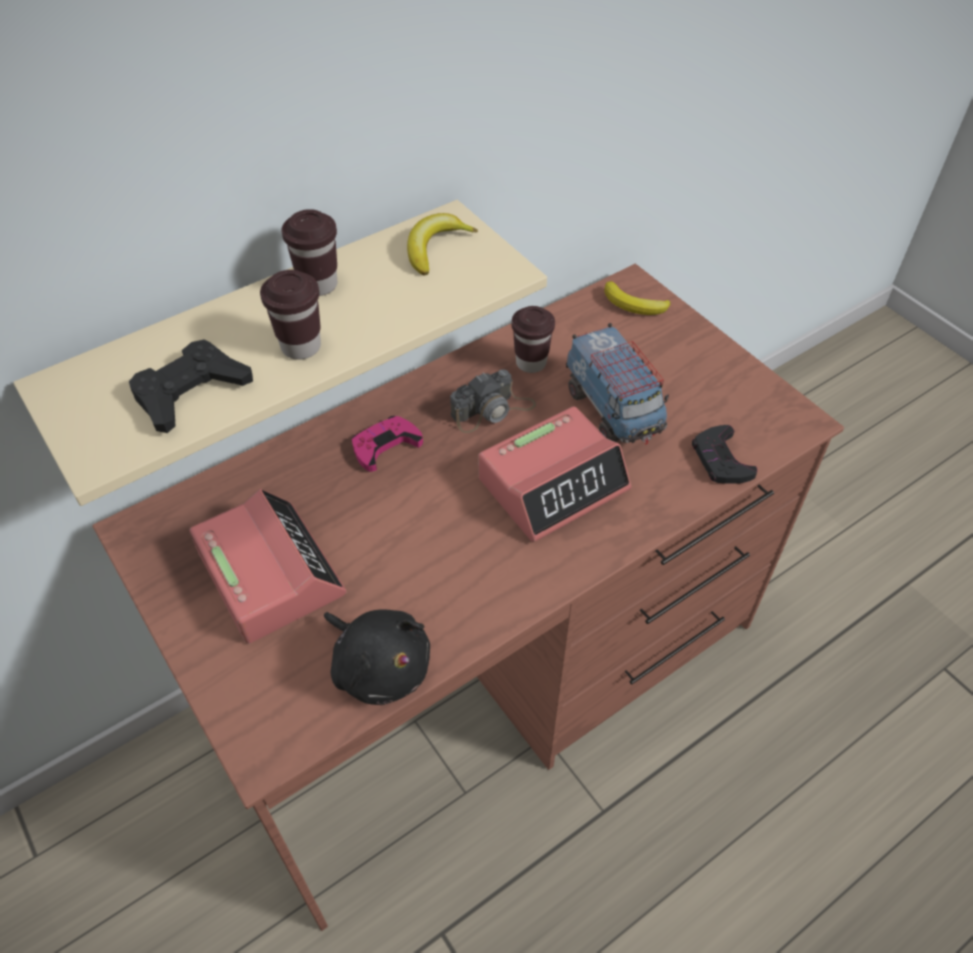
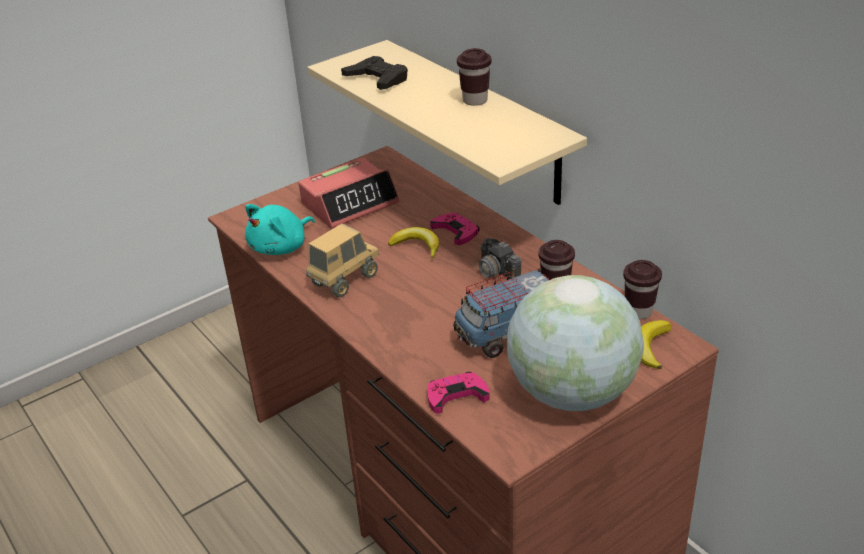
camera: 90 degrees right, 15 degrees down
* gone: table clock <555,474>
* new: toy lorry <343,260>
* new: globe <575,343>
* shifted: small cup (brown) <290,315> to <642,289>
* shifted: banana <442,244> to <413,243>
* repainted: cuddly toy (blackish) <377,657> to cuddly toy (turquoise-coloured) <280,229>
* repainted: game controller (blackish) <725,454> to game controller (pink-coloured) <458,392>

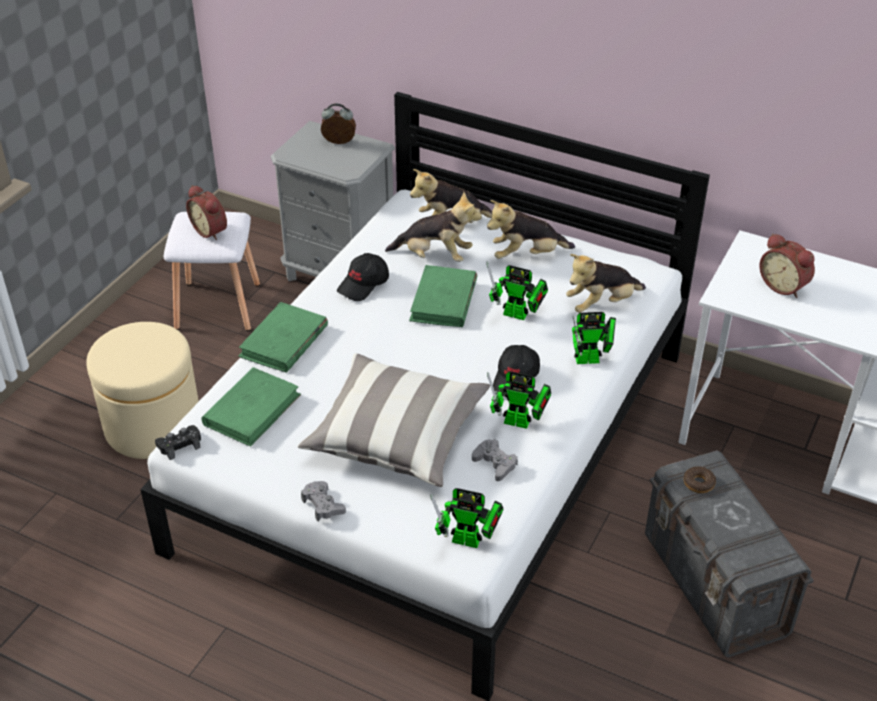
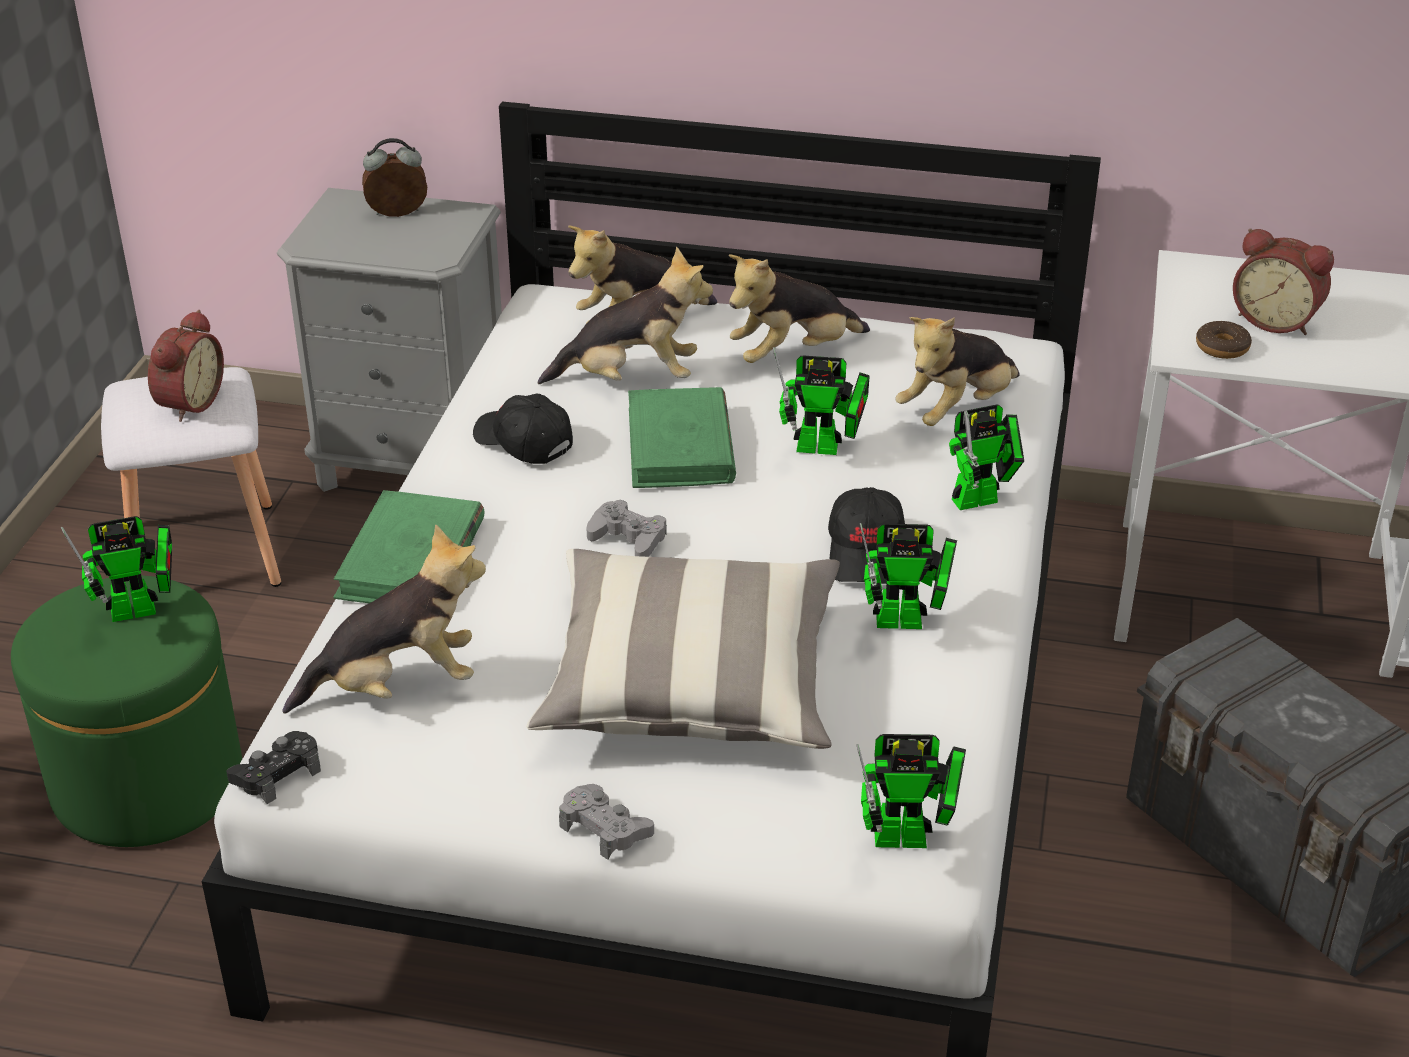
camera: 15 degrees left, 5 degrees down
* new: model robot <116,569>
* shifted: game controller (greyish) <495,460> to <626,528>
* shifted: doughnut <699,479> to <1224,340>
* swapped: bound book (greenish) <251,407> to cuddly toy <384,619>
* repainted: pouffe (beige-coloured) <142,390> to pouffe (greenish) <126,711>
* rotated: table clock <206,212> = <186,366> 105 degrees counterclockwise
* rotated: cap (blackish) <363,277> = <523,429> 105 degrees clockwise

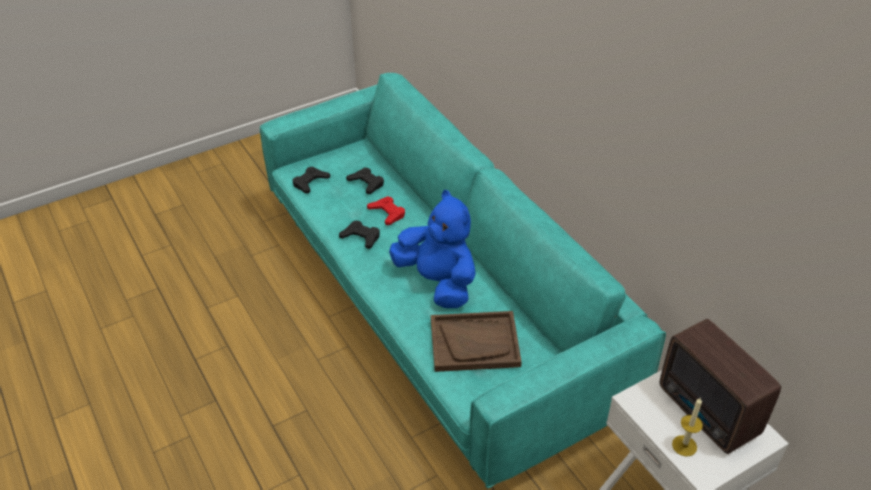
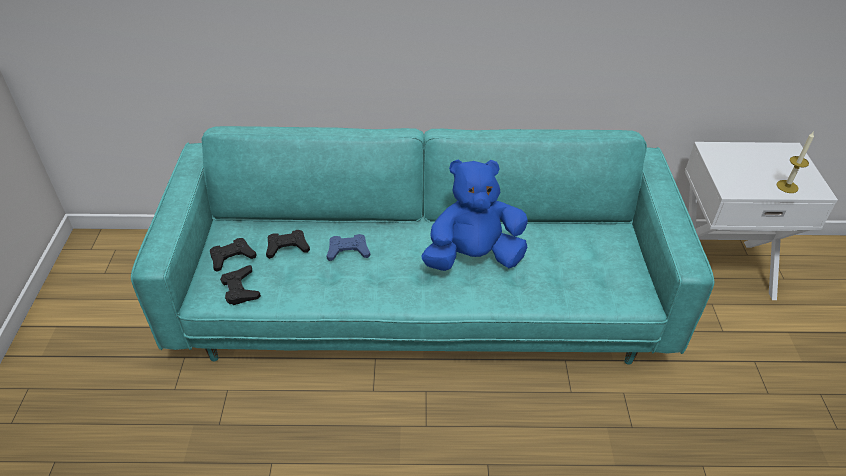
camera: 60 degrees left, 0 degrees up
* gone: tray (brown) <476,341>
* gone: radio receiver <720,386>
* shifted: game controller (blackish) <359,235> to <233,255>
* repainted: game controller (red-coloured) <386,210> to game controller (blue-coloured) <348,247>

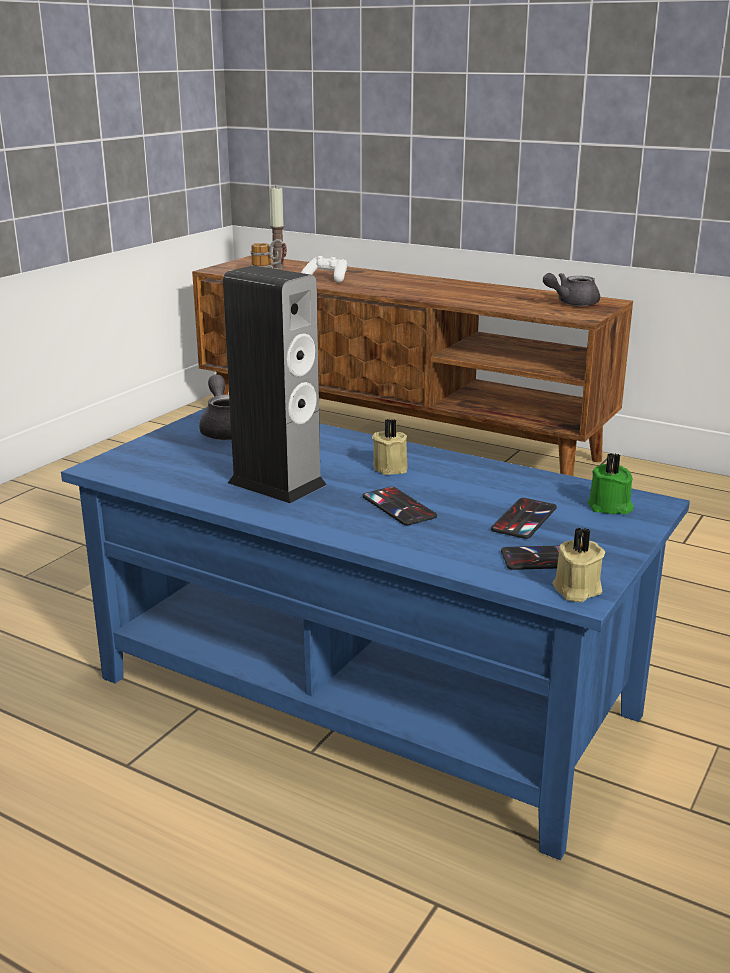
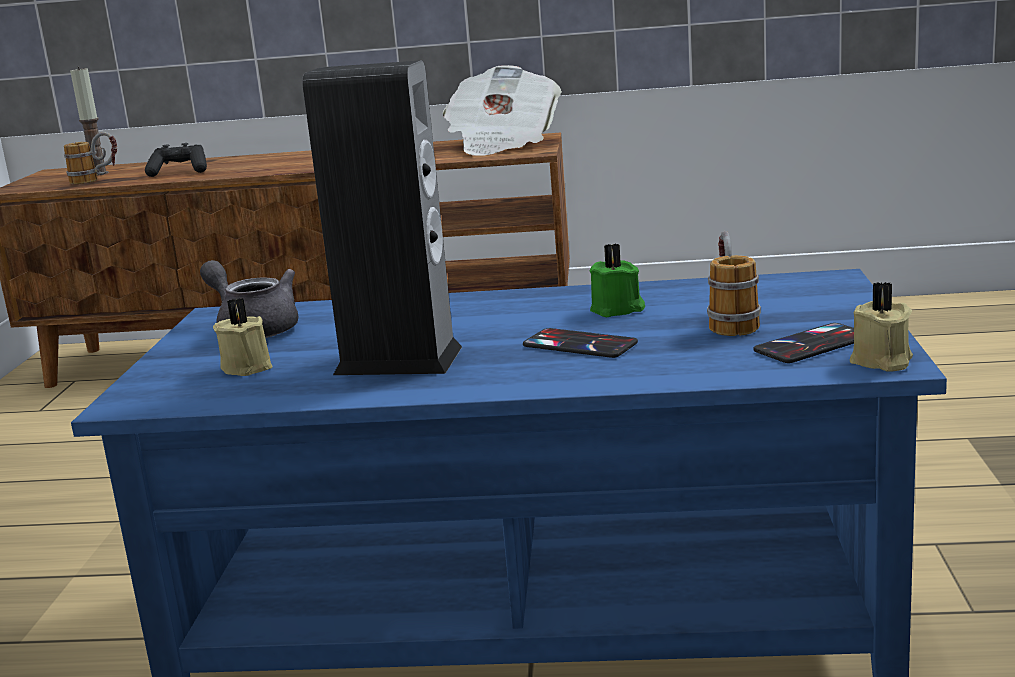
camera: 25 degrees left, 5 degrees down
* shifted: wax light (beige-coloured) <390,447> to <243,337>
* shifted: wax light (greenish) <611,483> to <617,280>
* swapped: telephone <524,518> to coffee mug <734,283>
* swapped: tea pot (greyish) <571,289> to printed paper <502,110>
* repainted: game controller (white) <324,269> to game controller (blackish) <176,160>

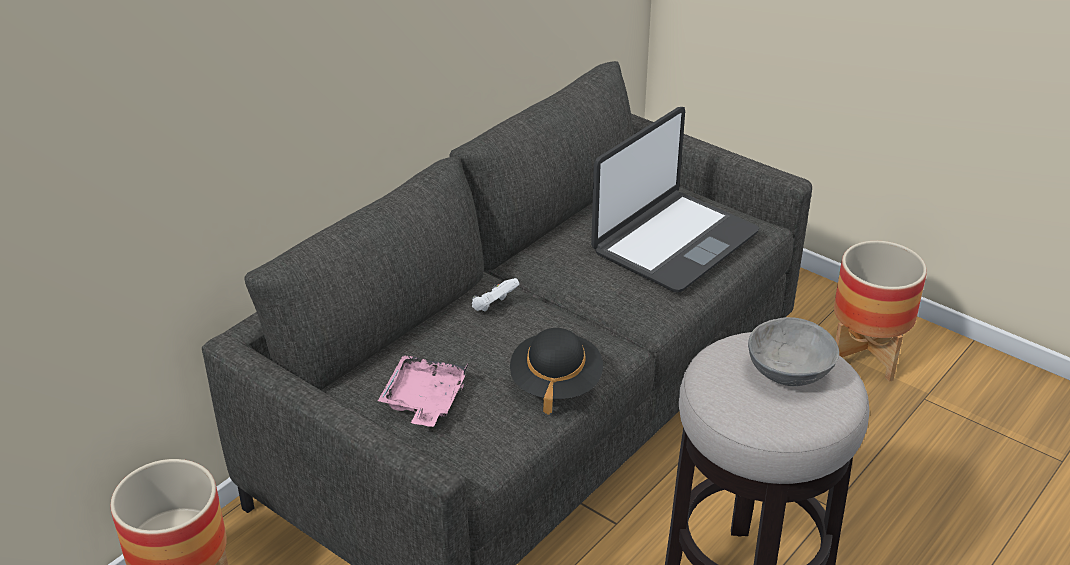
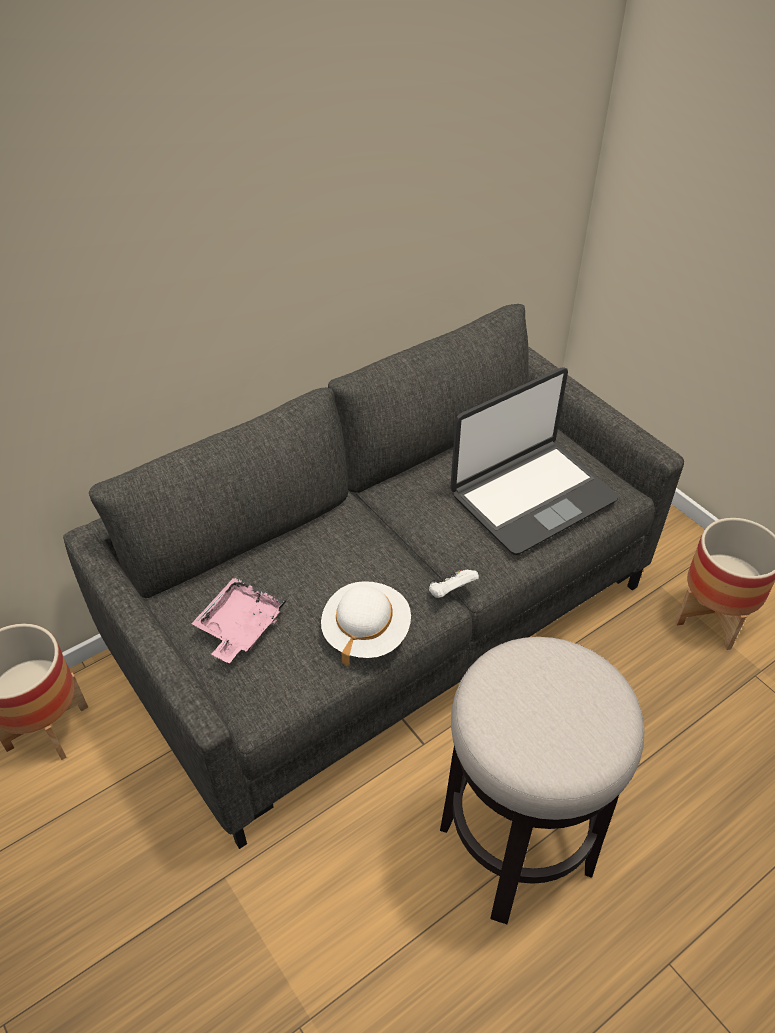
camera: 15 degrees right, 10 degrees up
* gone: deep dish (greyish) <793,351>
* shifted: game controller (white) <496,295> to <454,584>
* repainted: hat (blackish) <556,371> to hat (white) <366,623>

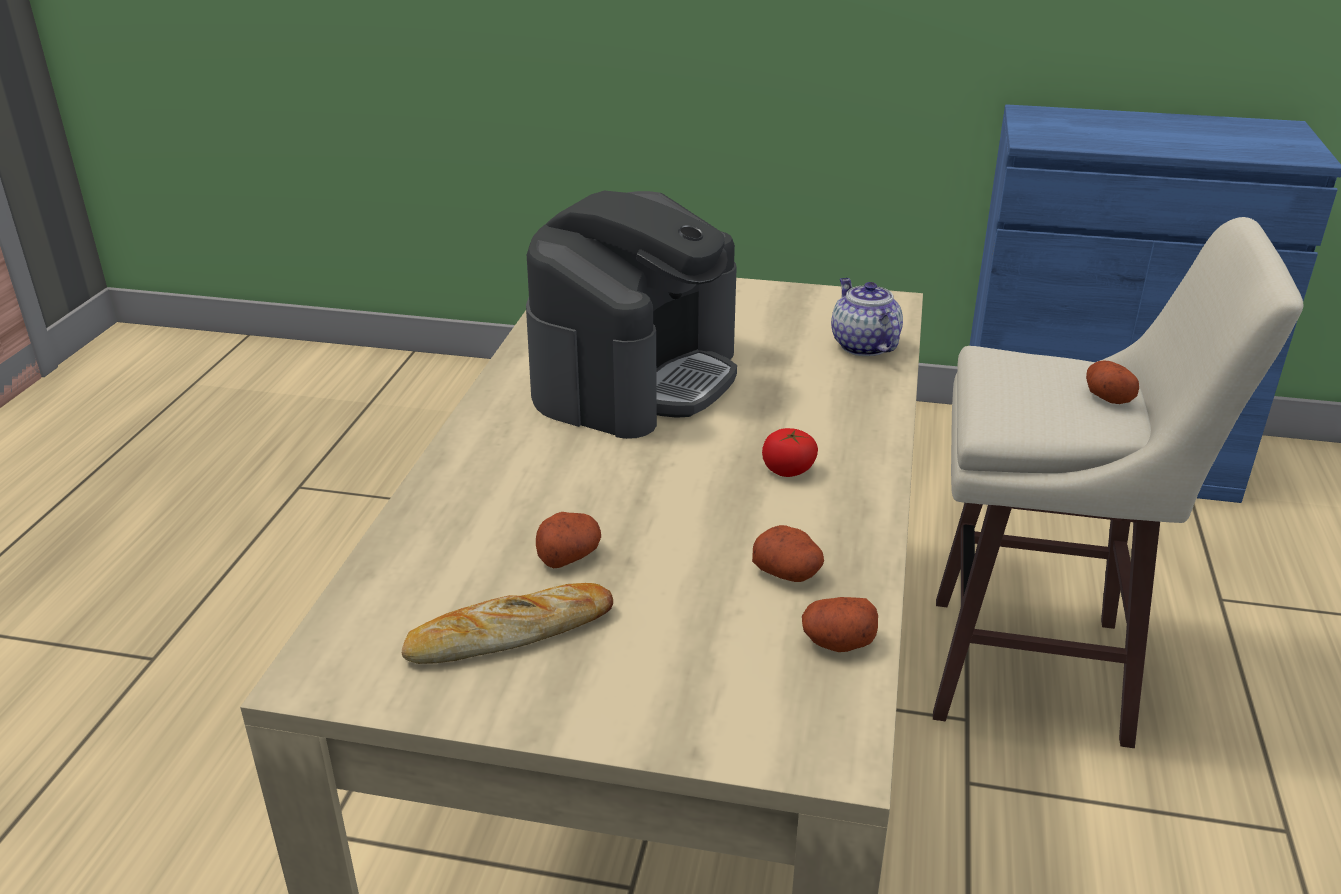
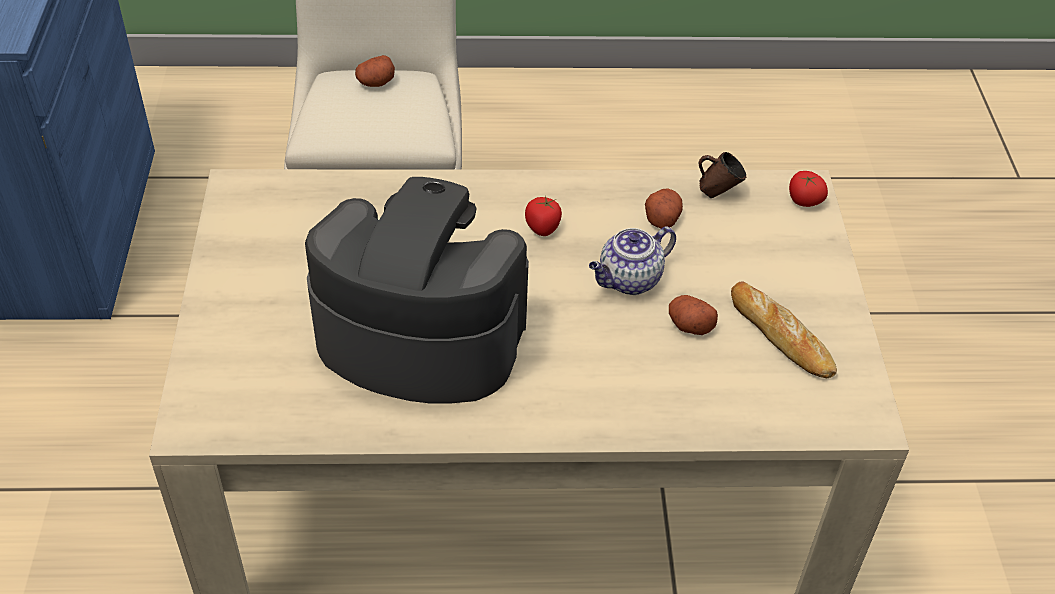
camera: 105 degrees left, 15 degrees up
* new: whole tomato <808,189>
* shifted: tea pot <867,317> to <632,260>
* swapped: whole potato <840,624> to coffee mug (brown) <722,175>

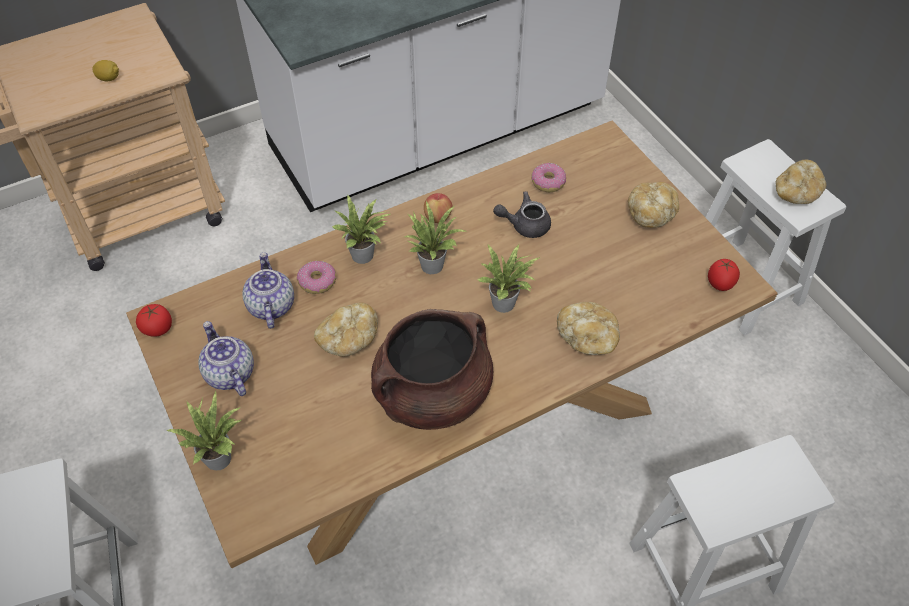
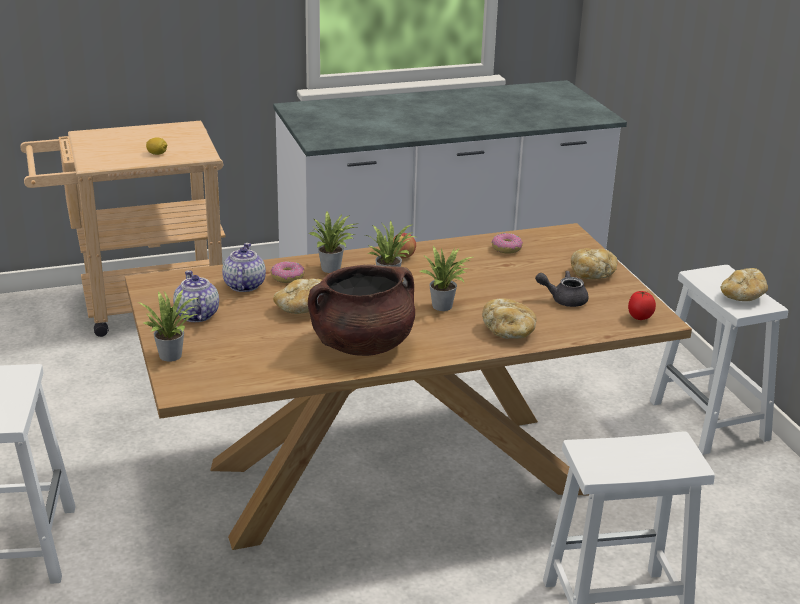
camera: 10 degrees right, 25 degrees down
* gone: whole tomato <154,320>
* shifted: tea pot (greyish) <522,214> to <561,289>

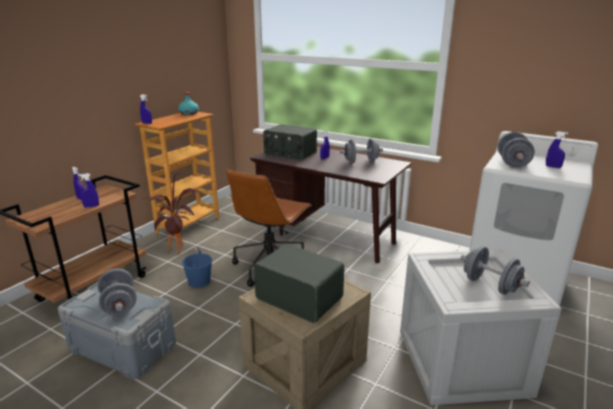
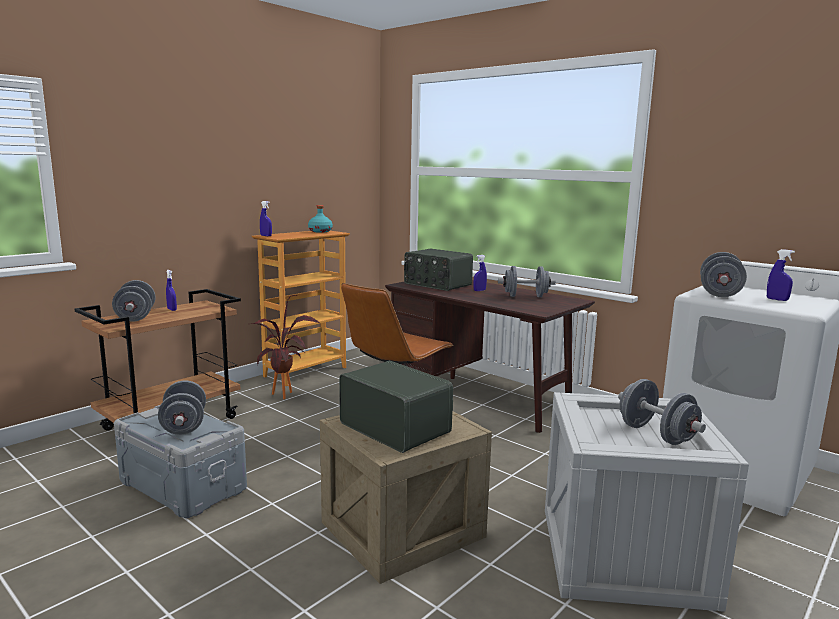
camera: 10 degrees right, 10 degrees down
* gone: sprayer (blue-coloured) <88,190>
* gone: pail (blue-coloured) <197,267>
* new: dumbbell (greyish) <133,301>

